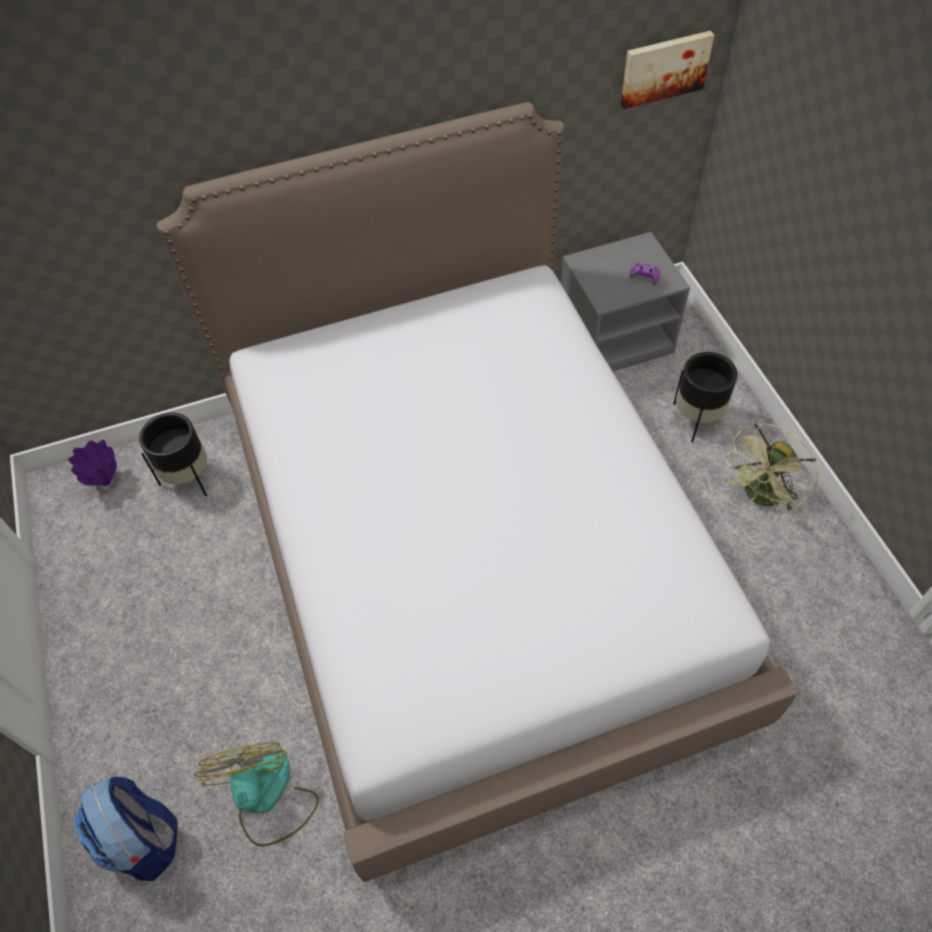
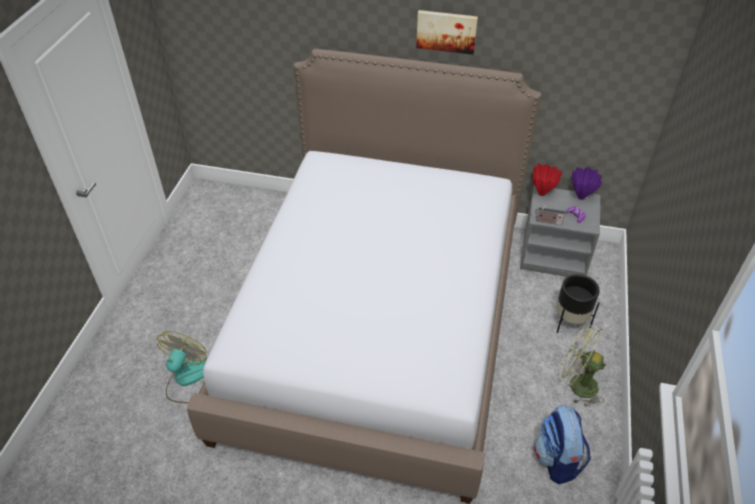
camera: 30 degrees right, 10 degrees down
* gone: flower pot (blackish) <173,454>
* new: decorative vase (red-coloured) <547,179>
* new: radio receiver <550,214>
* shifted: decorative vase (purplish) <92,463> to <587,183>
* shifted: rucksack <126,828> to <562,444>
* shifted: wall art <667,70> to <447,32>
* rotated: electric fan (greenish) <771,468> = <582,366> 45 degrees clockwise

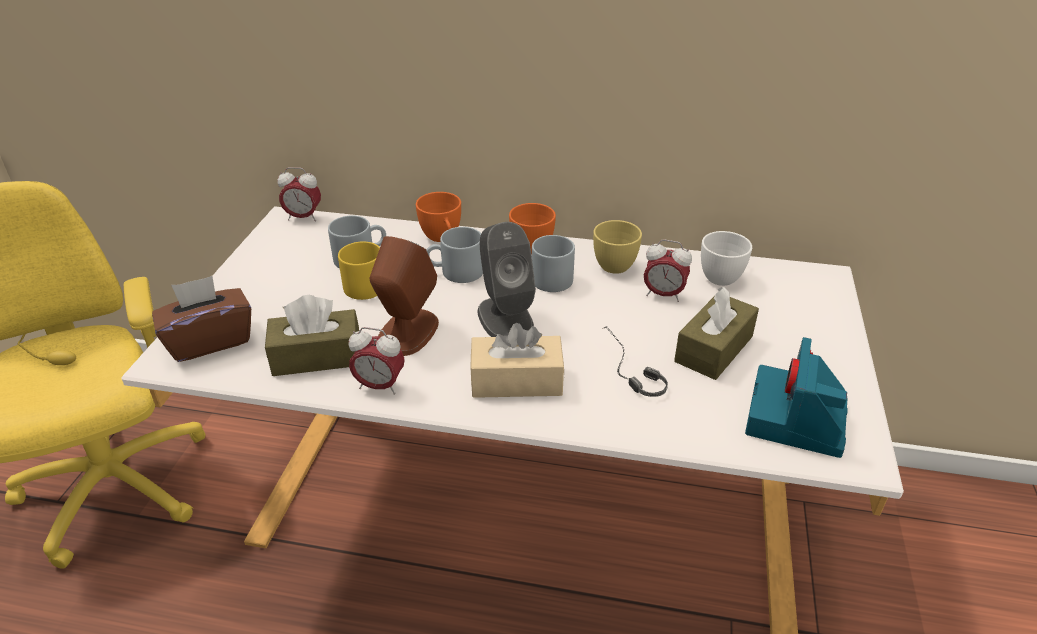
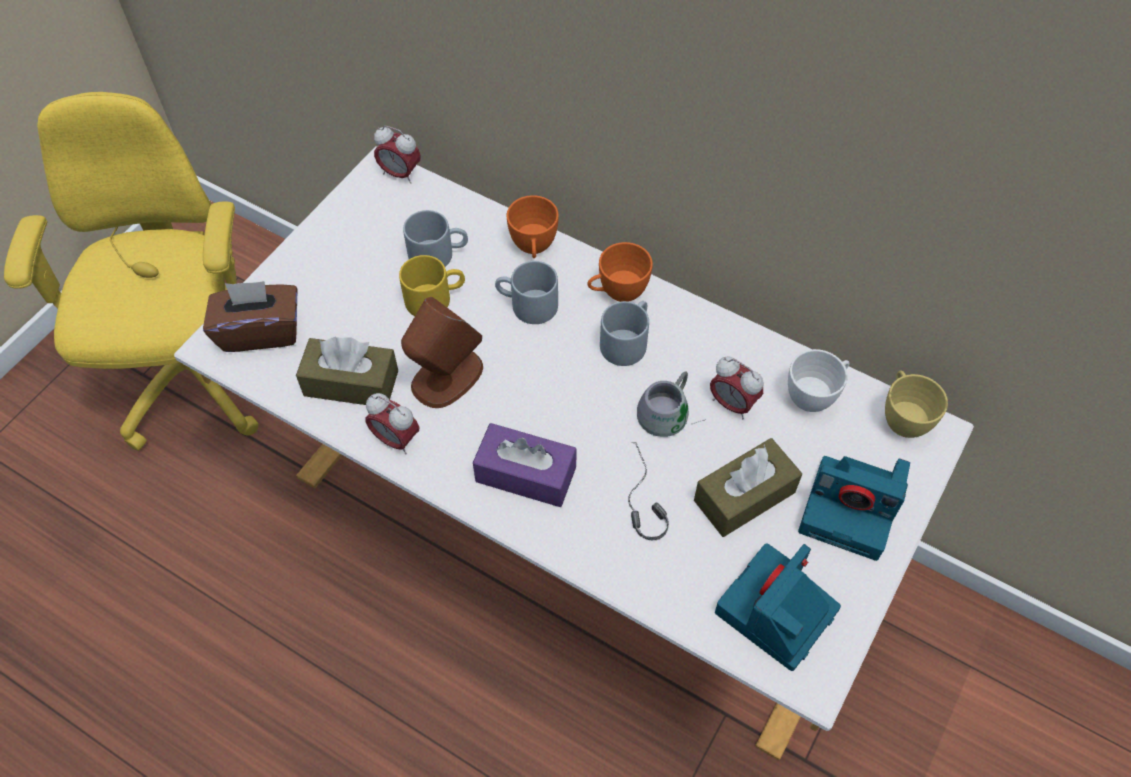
camera: 20 degrees right, 20 degrees up
* gone: loudspeaker (greyish) <506,279>
* new: coffee mug (greyish) <671,404>
* new: photo camera <854,508>
* shifted: small cup (yellow) <617,247> to <916,404>
* repainted: tissue holder (beige-coloured) <517,360> to tissue holder (purplish) <525,465>

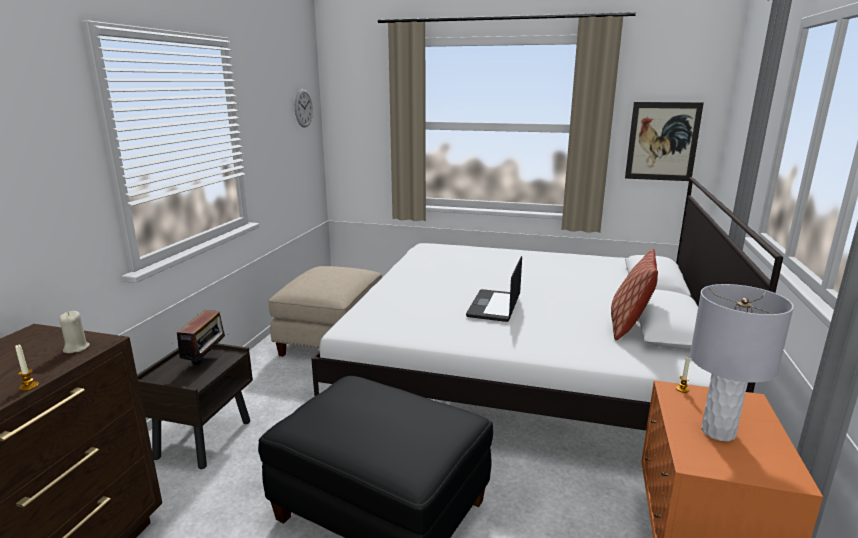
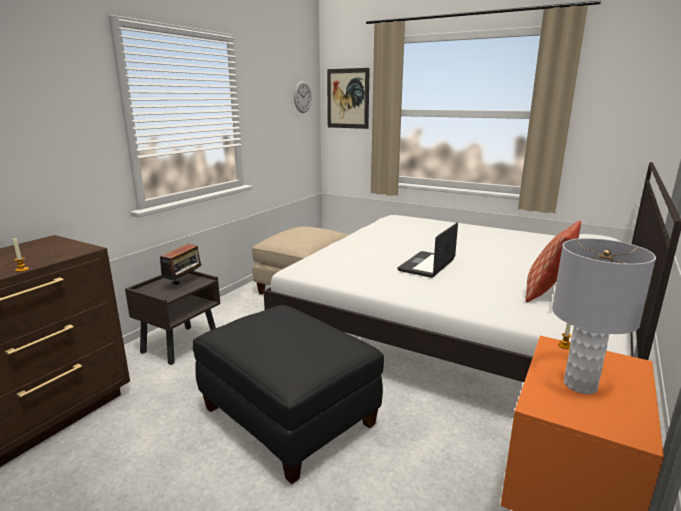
camera: 15 degrees right, 0 degrees up
* gone: wax light (beige-coloured) <74,332>
* shifted: wall art <664,141> to <348,98>

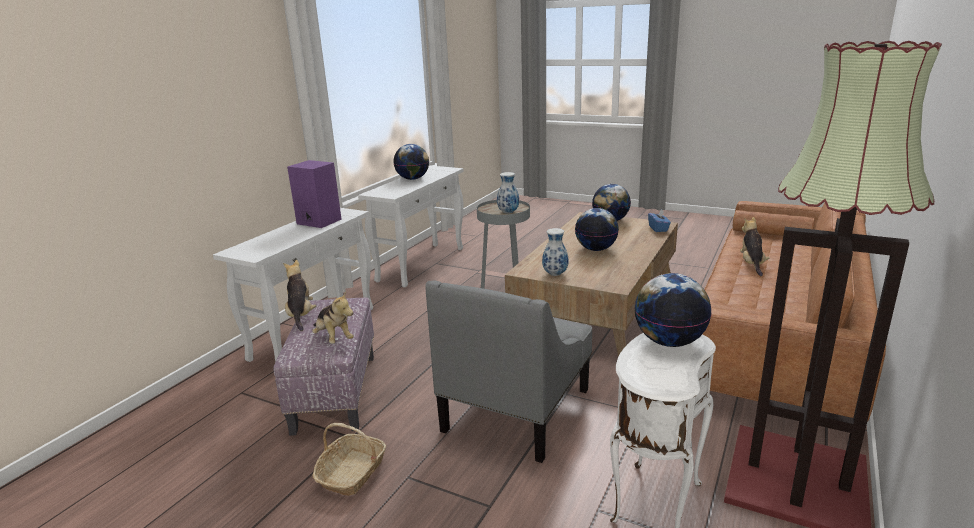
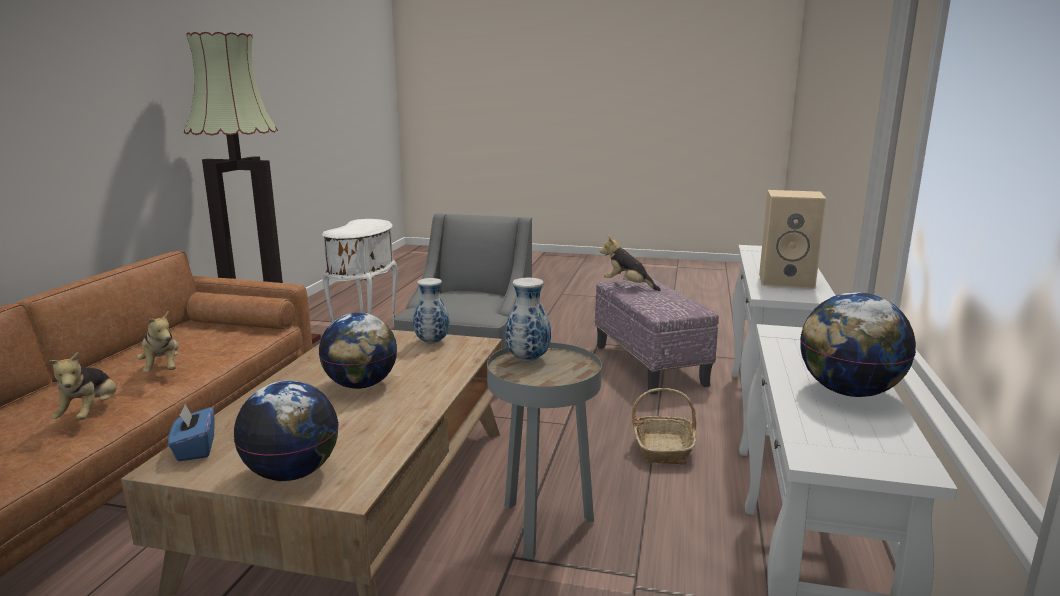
camera: 165 degrees right, 5 degrees down
* gone: globe <673,310>
* shifted: cuddly toy <299,295> to <157,341>
* shifted: basket <349,459> to <664,426>
* repainted: loudspeaker (purplish) <314,194> to loudspeaker (beige-coloured) <793,239>

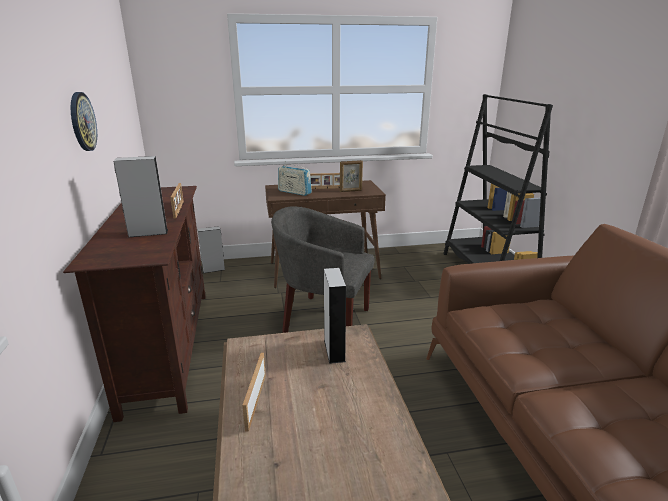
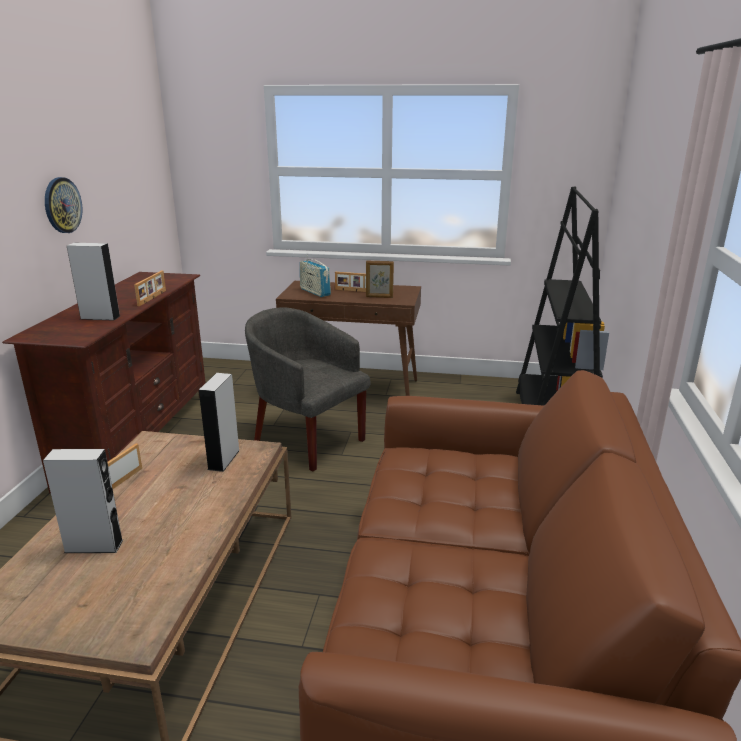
camera: 20 degrees right, 0 degrees up
* shifted: loudspeaker (greyish) <211,249> to <83,501>

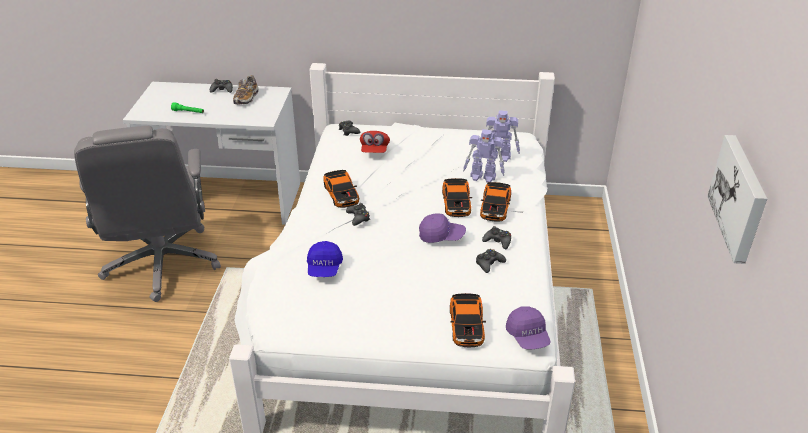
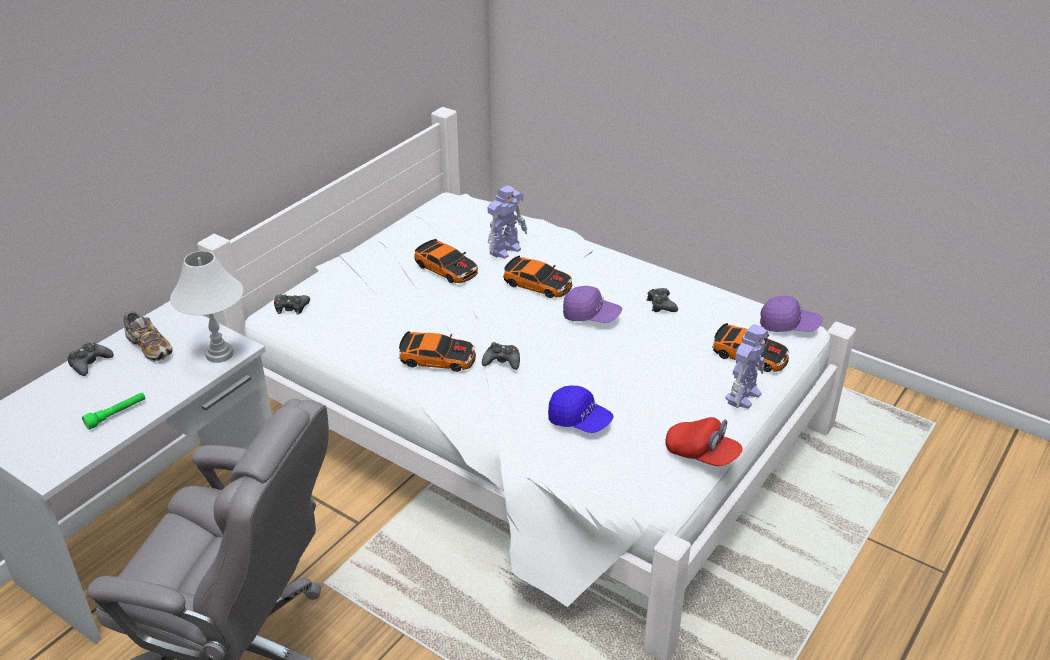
camera: 60 degrees left, 0 degrees up
* gone: game controller (blackish) <496,237>
* gone: wall art <737,199>
* new: tabletop lamp (white) <206,307>
* shifted: cap (red-coloured) <375,142> to <704,441>
* shifted: toy car <495,201> to <446,261>
* shifted: model robot <503,136> to <746,366>
* rotated: cap (purplish) <442,228> = <592,304> 75 degrees clockwise

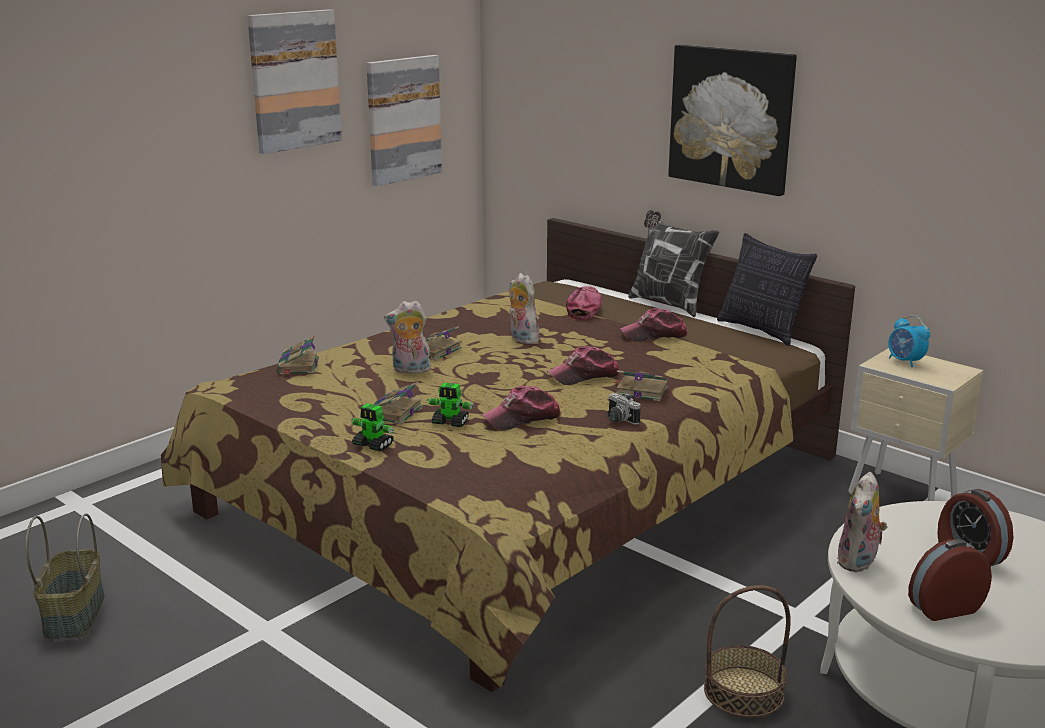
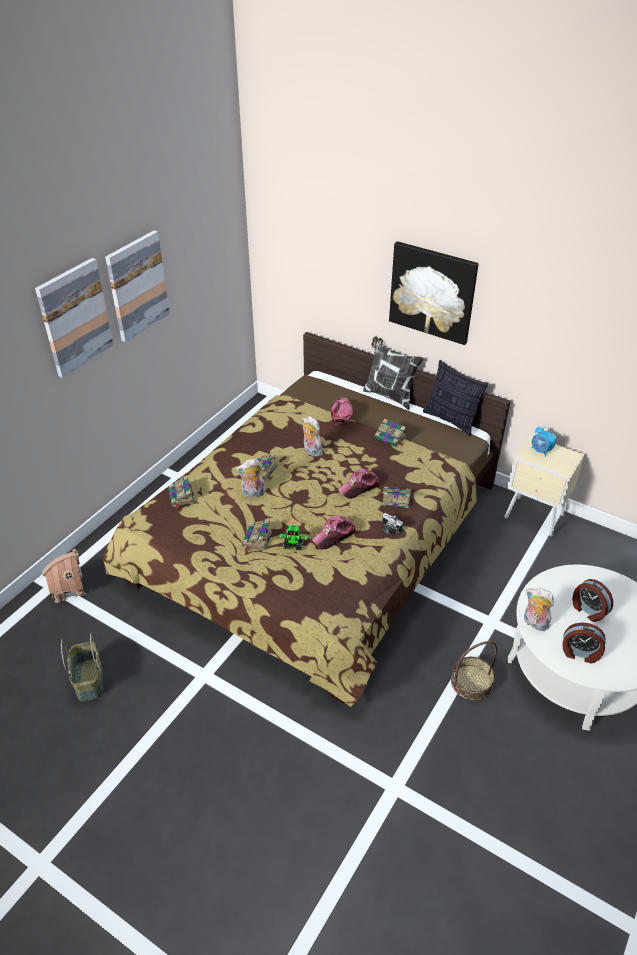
camera: 10 degrees left, 20 degrees up
* gone: model robot <372,427>
* new: miniature house <64,576>
* shifted: wall art <404,120> to <74,318>
* swapped: cap <654,325> to bound book <390,433>
* rotated: cuddly toy <862,522> = <539,609> 105 degrees clockwise
* rotated: table clock <950,580> = <584,643> 135 degrees counterclockwise

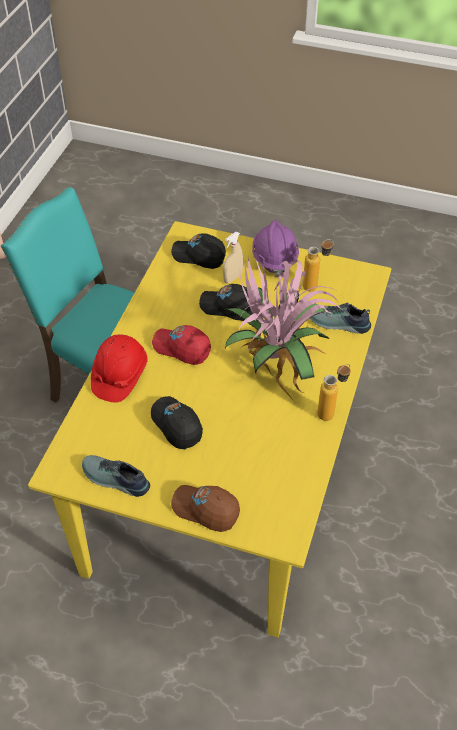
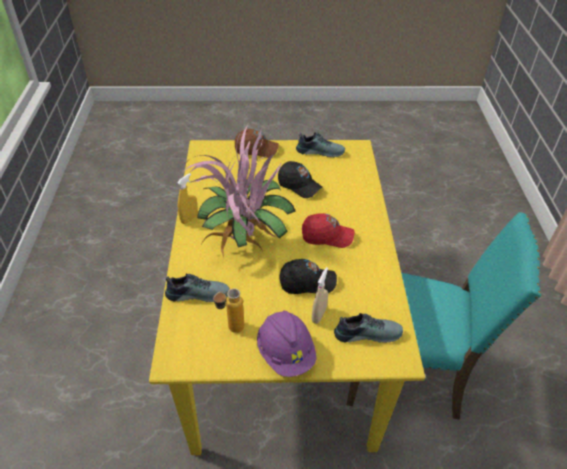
camera: 160 degrees right, 5 degrees down
* gone: hard hat (red-coloured) <119,368>
* swapped: cap (blackish) <198,251> to item of footwear <368,328>
* swapped: bottle <333,392> to sprayer (yellow) <187,198>

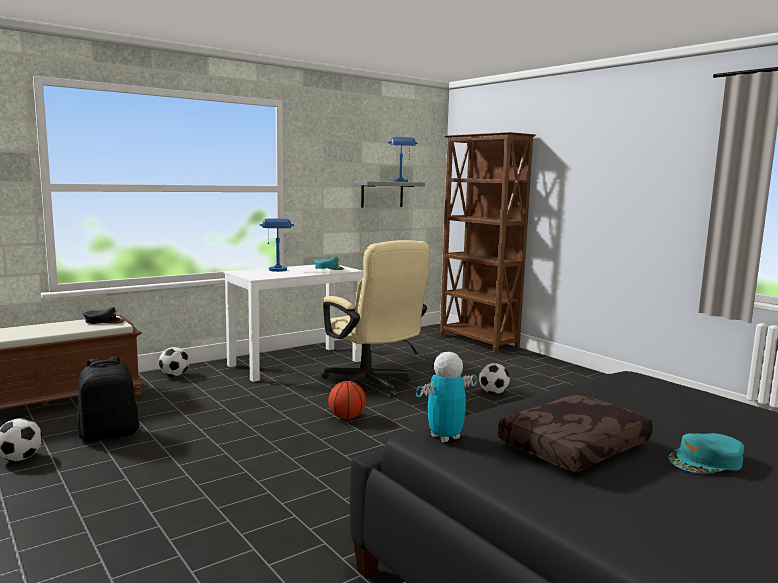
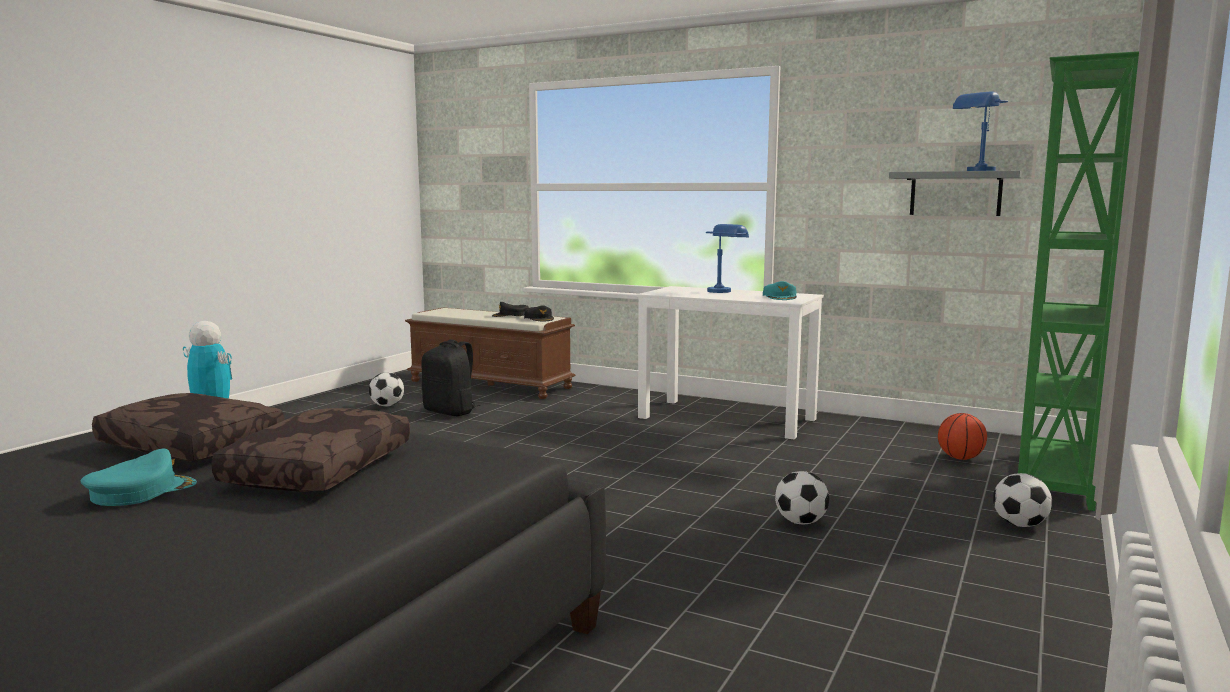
camera: 65 degrees right, 0 degrees up
* gone: desk chair (beige-coloured) <375,319>
* new: cushion (brown) <310,450>
* new: cap (blackish) <510,309>
* shifted: football <174,361> to <1022,500>
* shifted: basketball <347,400> to <962,436>
* repainted: shelving unit (brown) <488,242> to shelving unit (greenish) <1078,281>
* rotated: cap (turquoise-coloured) <706,453> = <138,477> 90 degrees clockwise

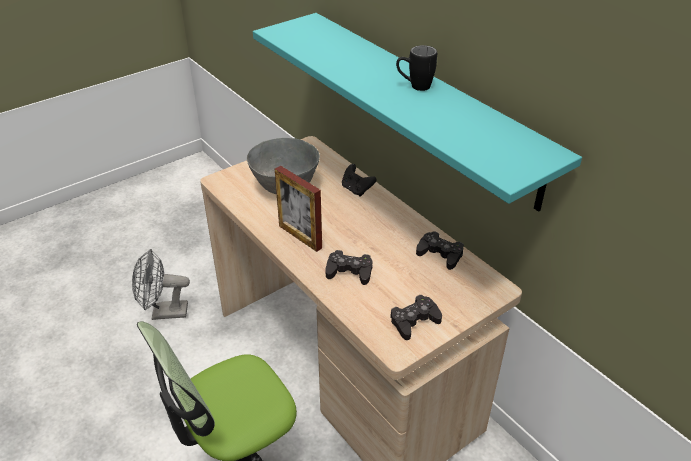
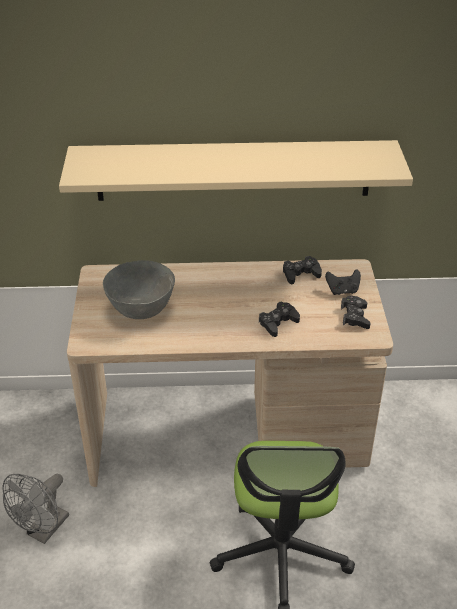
camera: 55 degrees left, 0 degrees up
* gone: photo frame <298,209>
* gone: coffee mug (blackish) <416,68>
* shifted: game controller (blackish) <359,180> to <343,282>
* repainted: bracket shelf (turquoise-coloured) <417,112> to bracket shelf (beige-coloured) <236,170>

